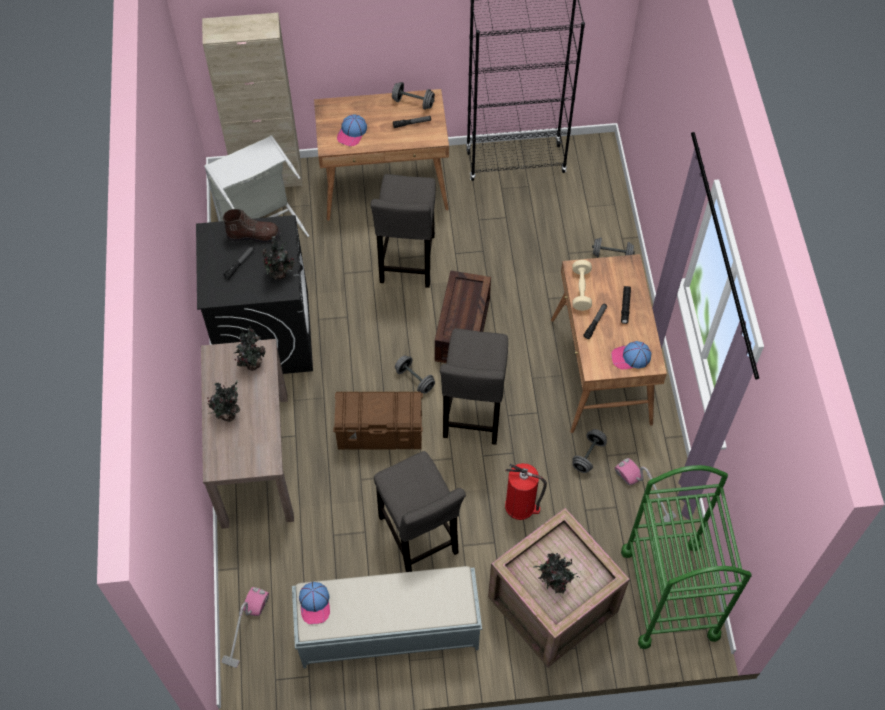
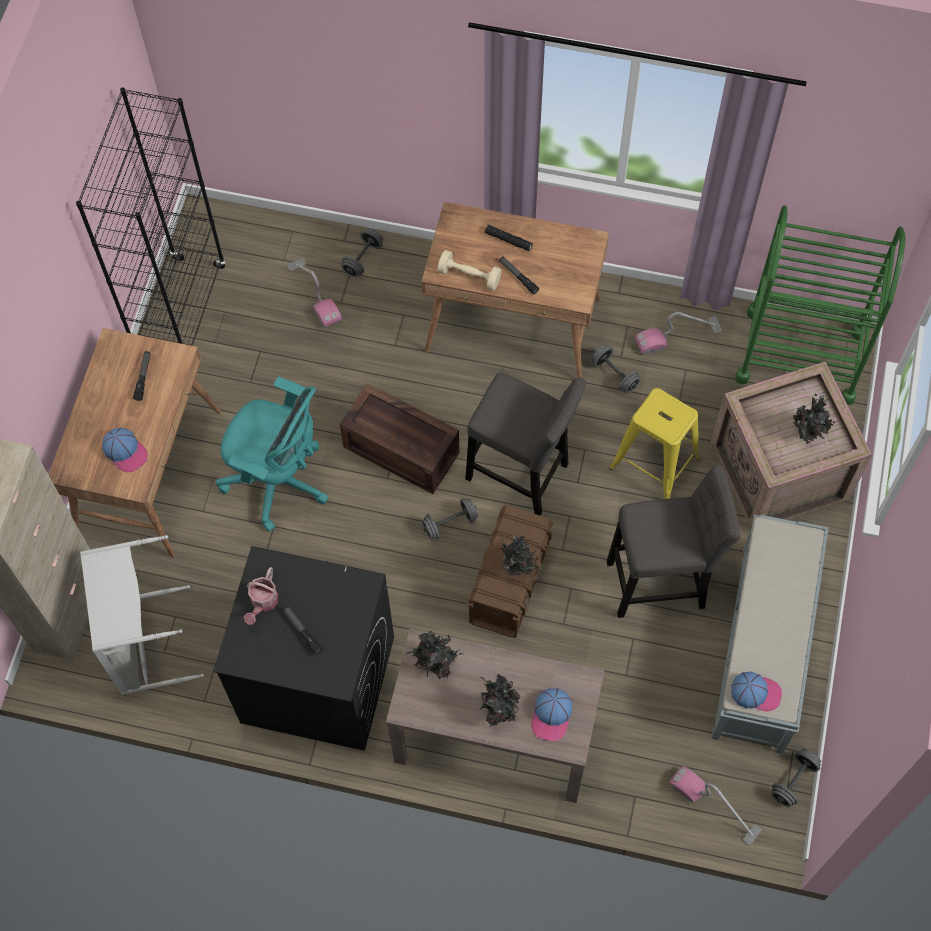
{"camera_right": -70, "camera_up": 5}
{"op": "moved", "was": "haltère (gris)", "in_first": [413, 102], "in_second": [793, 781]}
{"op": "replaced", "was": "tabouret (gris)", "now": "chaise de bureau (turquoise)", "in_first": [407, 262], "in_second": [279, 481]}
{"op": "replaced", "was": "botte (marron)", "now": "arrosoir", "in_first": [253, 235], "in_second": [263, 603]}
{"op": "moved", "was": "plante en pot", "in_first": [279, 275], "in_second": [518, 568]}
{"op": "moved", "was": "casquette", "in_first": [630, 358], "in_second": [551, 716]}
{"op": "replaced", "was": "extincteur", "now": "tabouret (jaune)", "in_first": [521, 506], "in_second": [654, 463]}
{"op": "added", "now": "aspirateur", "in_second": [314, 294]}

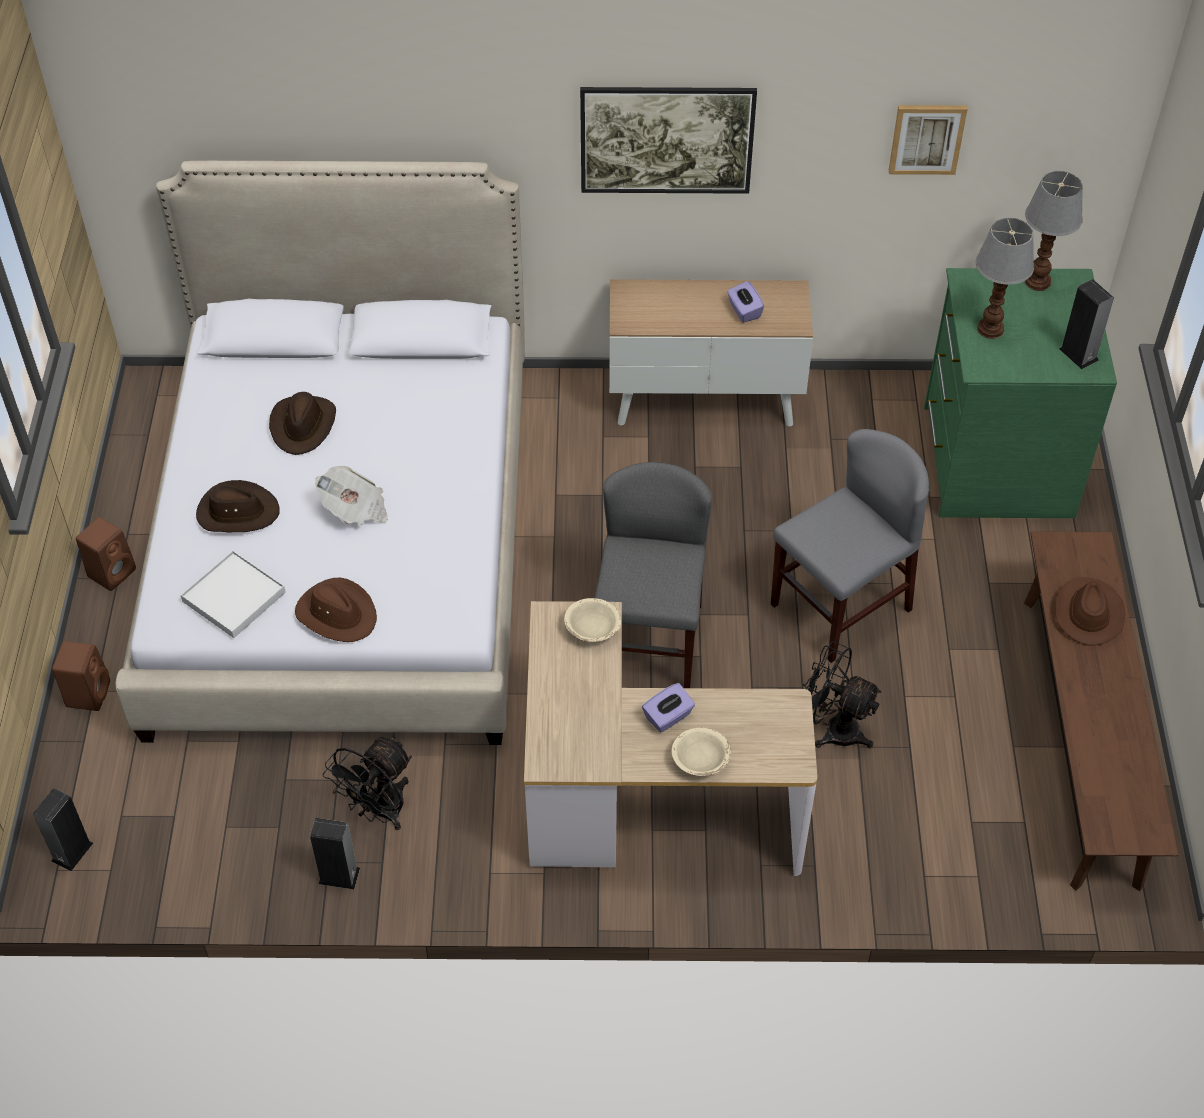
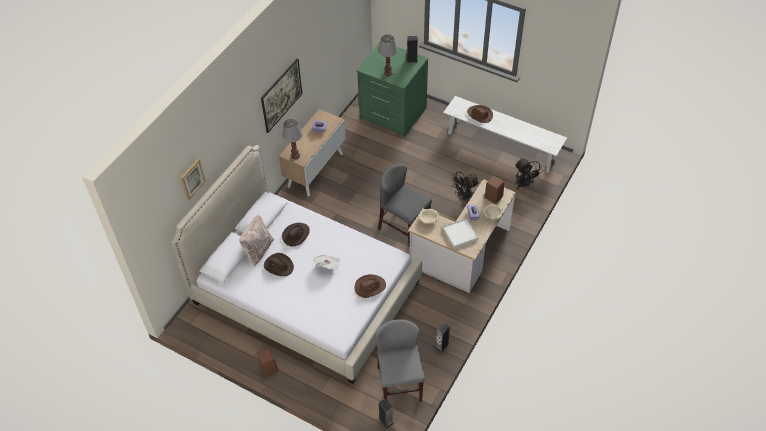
{"camera_right": -60, "camera_up": 0}
{"op": "moved", "was": "tableau", "in_first": [926, 138], "in_second": [192, 179]}
{"op": "moved", "was": "lampe de table", "in_first": [1038, 281], "in_second": [295, 155]}
{"op": "moved", "was": "chaise (gris)", "in_first": [840, 607], "in_second": [399, 384]}
{"op": "moved", "was": "chapeau (marron)", "in_first": [237, 512], "in_second": [296, 235]}
{"op": "recoloured", "was": "banc (marron)", "now": "banc (blanc)", "in_first": [1080, 737], "in_second": [501, 146]}
{"op": "moved", "was": "plateau (blanc)", "in_first": [234, 597], "in_second": [460, 234]}
{"op": "moved", "was": "enceinte (marron)", "in_first": [88, 692], "in_second": [492, 197]}
{"op": "moved", "was": "ventilateur (noir)", "in_first": [379, 811], "in_second": [524, 185]}
{"op": "added", "now": "coussin (beige)", "in_second": [258, 250]}

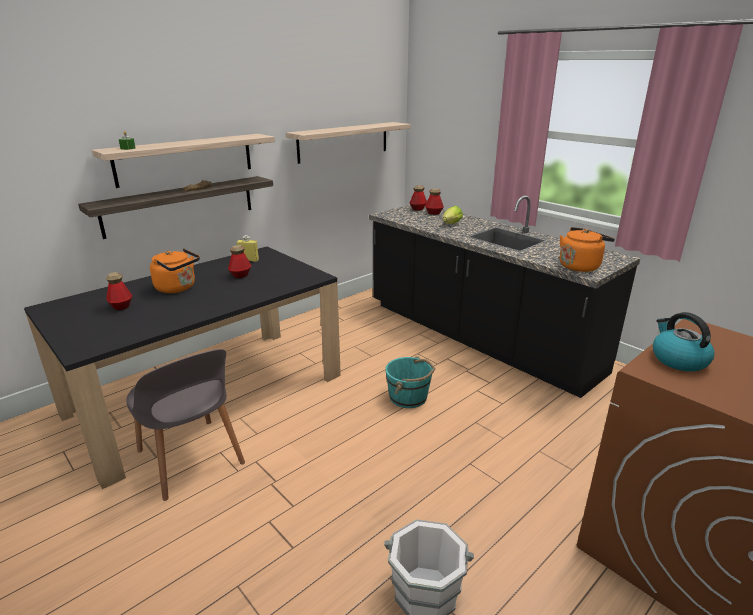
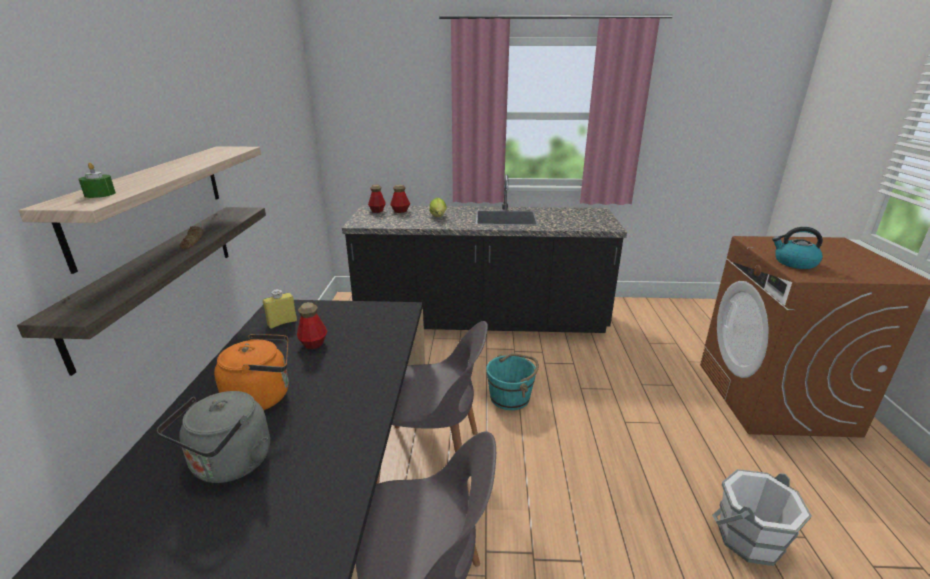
{"camera_right": -45, "camera_up": 0}
{"op": "removed", "was": "étagère", "in_first": [344, 142]}
{"op": "removed", "was": "bouilloire (orange)", "in_first": [580, 266]}
{"op": "replaced", "was": "bouteille", "now": "bouilloire (gris)", "in_first": [121, 306], "in_second": [229, 465]}
{"op": "added", "now": "chaise (gris)", "in_second": [432, 457]}

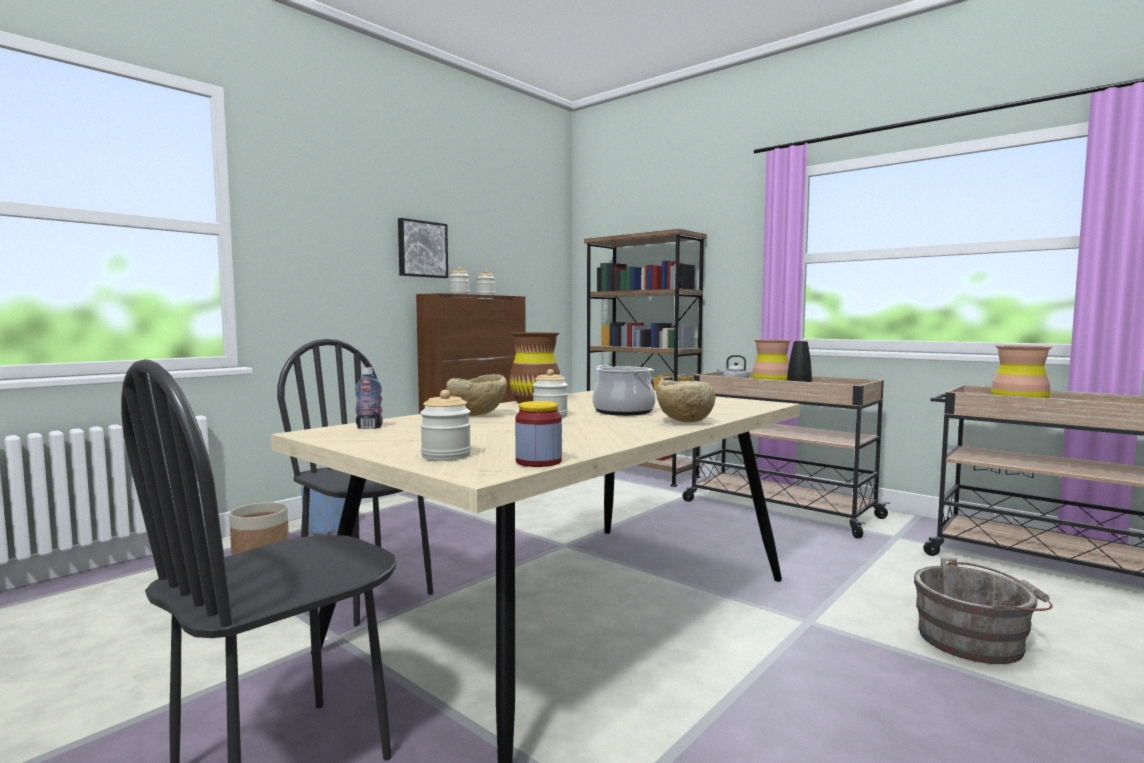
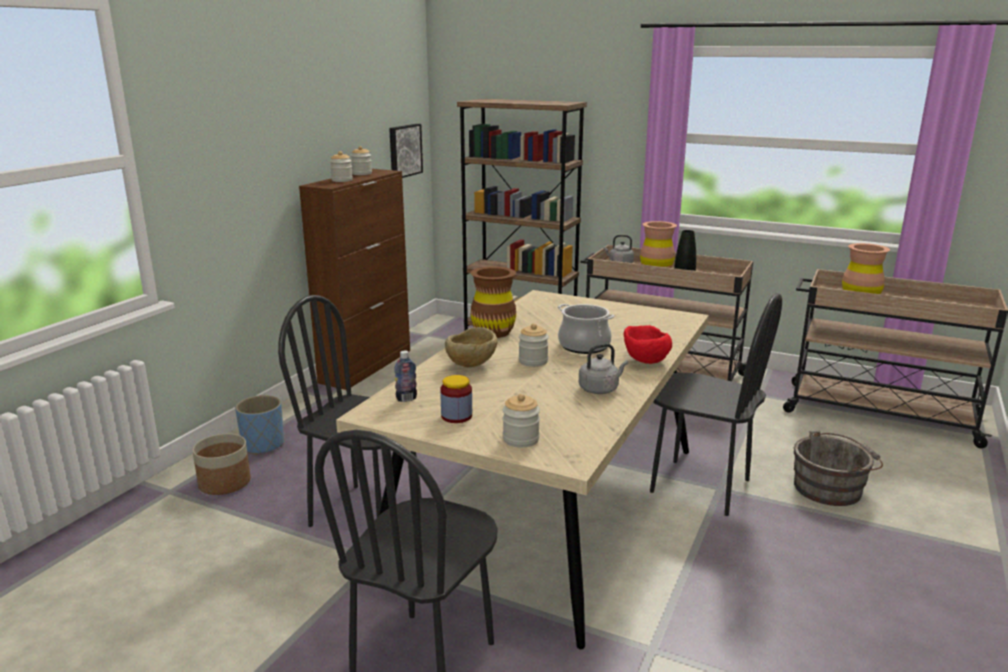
{"camera_right": -15, "camera_up": 15}
{"op": "moved", "was": "tableau", "in_first": [421, 249], "in_second": [404, 150]}
{"op": "recoloured", "was": "bol (beige)", "now": "bol (rouge)", "in_first": [683, 422], "in_second": [645, 362]}
{"op": "moved", "was": "bocal", "in_first": [538, 461], "in_second": [456, 416]}
{"op": "added", "now": "chaise (noir)", "in_second": [699, 486]}
{"op": "added", "now": "bouilloire (gris)", "in_second": [600, 389]}

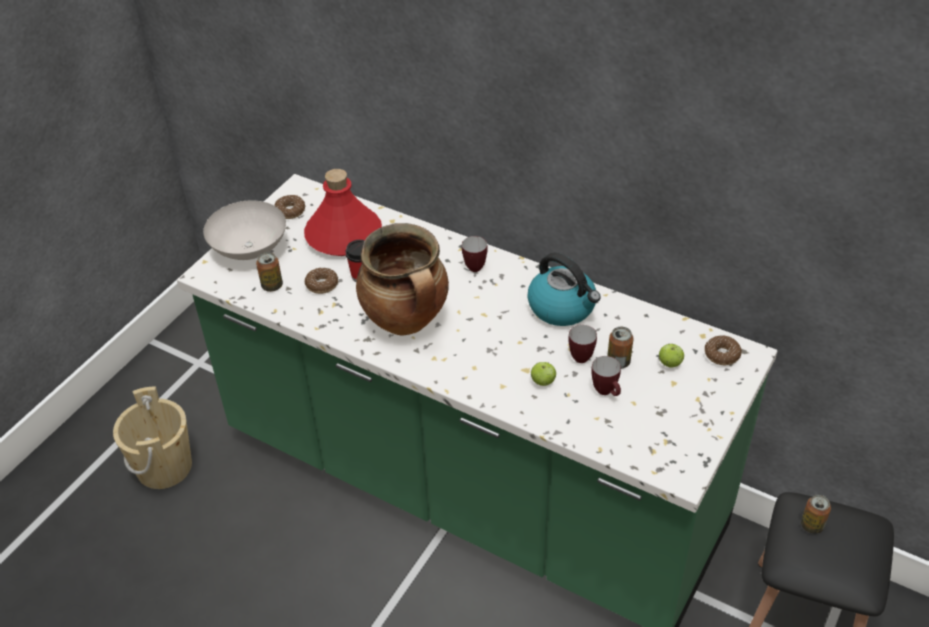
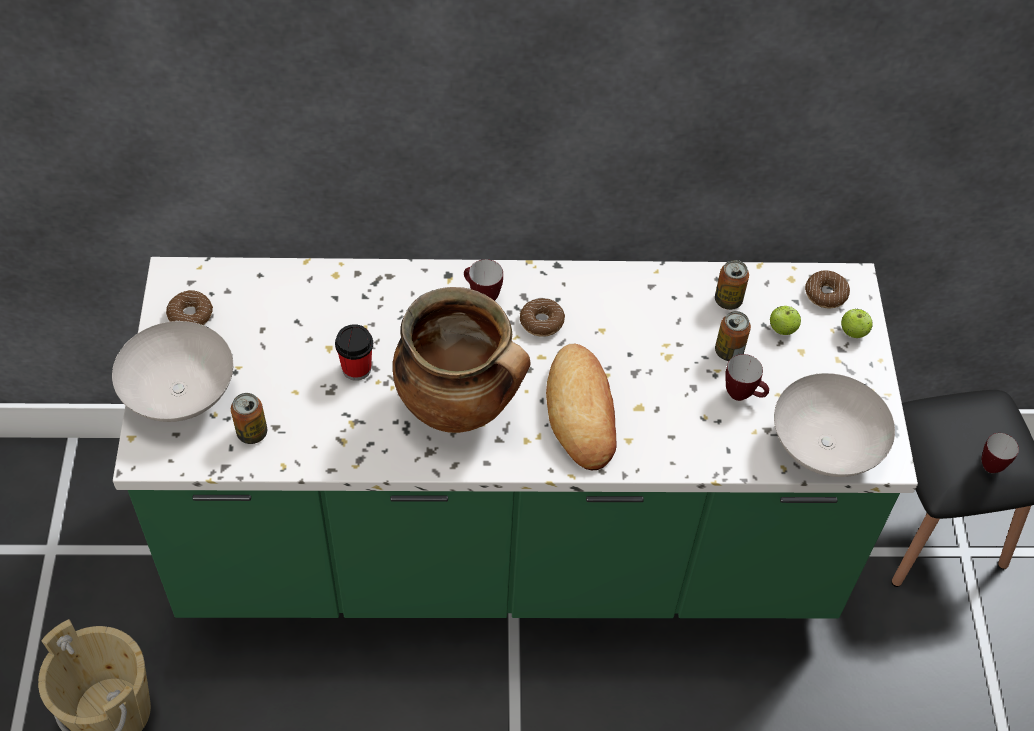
{"camera_right": -35, "camera_up": 10}
{"op": "removed", "was": "bouteille (rouge)", "in_first": [344, 235]}
{"op": "removed", "was": "bouilloire", "in_first": [563, 307]}
{"op": "moved", "was": "beignet", "in_first": [322, 285], "in_second": [542, 322]}
{"op": "moved", "was": "mug", "in_first": [582, 355], "in_second": [990, 462]}
{"op": "moved", "was": "pomme", "in_first": [543, 382], "in_second": [853, 332]}
{"op": "moved", "was": "boîte métallique", "in_first": [812, 525], "in_second": [728, 300]}
{"op": "added", "now": "pain", "in_second": [582, 412]}
{"op": "added", "now": "bol (blanc)", "in_second": [825, 448]}

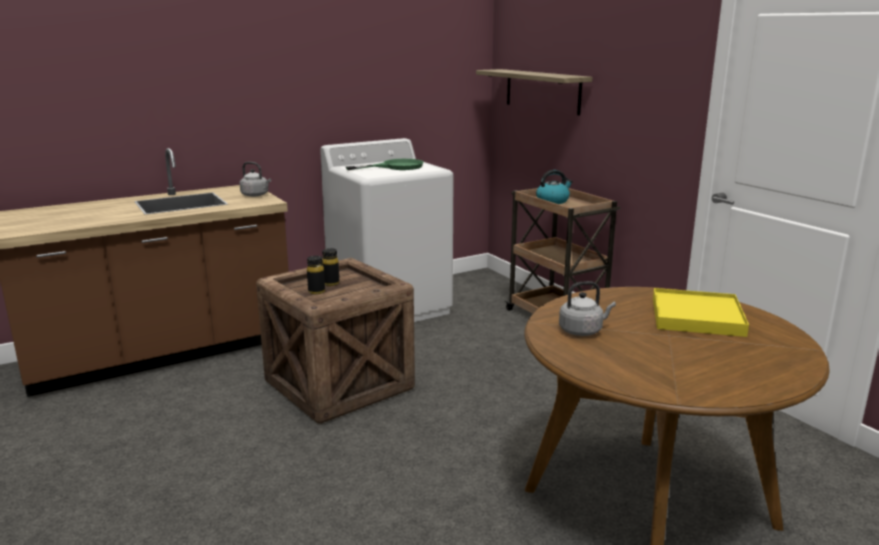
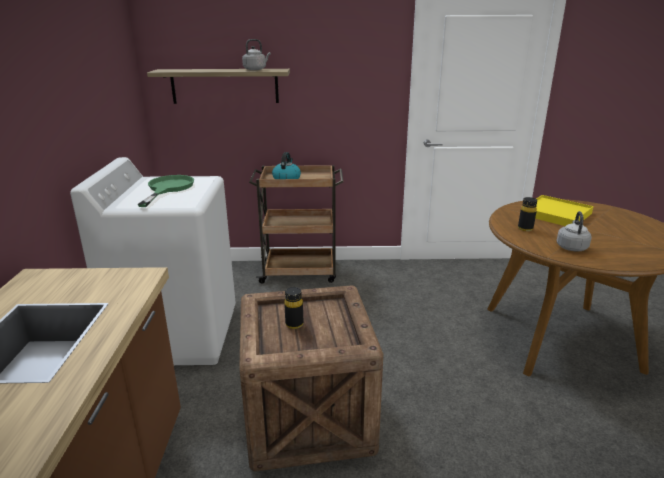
{"camera_right": -60, "camera_up": 5}
{"op": "moved", "was": "bouilloire (gris)", "in_first": [256, 195], "in_second": [256, 69]}
{"op": "moved", "was": "bouteille (noir)", "in_first": [316, 291], "in_second": [525, 228]}

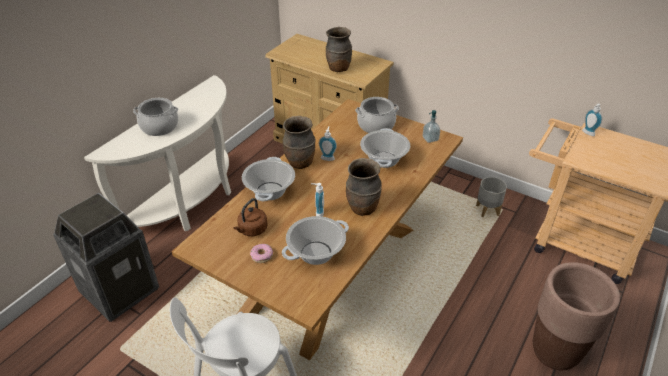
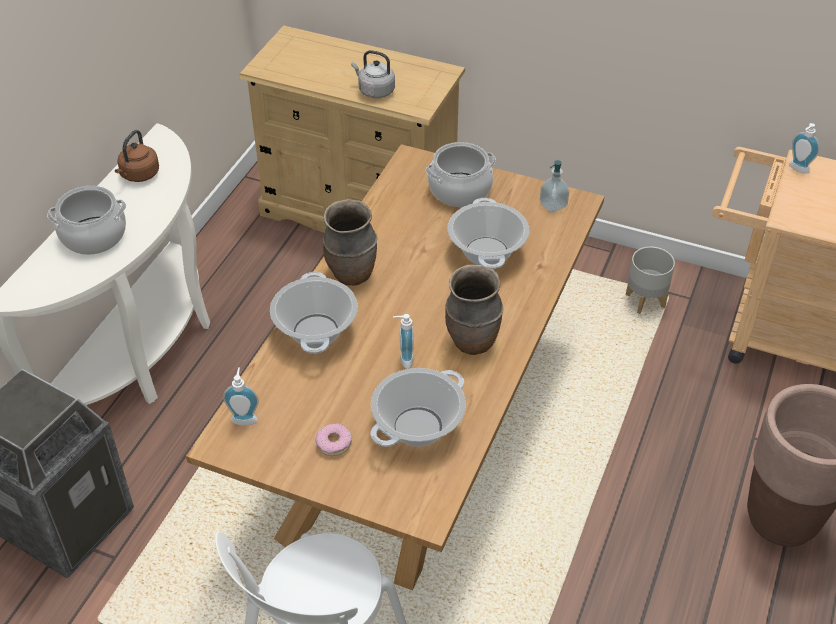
{"camera_right": -10, "camera_up": 5}
{"op": "replaced", "was": "vase (marron)", "now": "bouilloire (gris)", "in_first": [338, 68], "in_second": [374, 91]}
{"op": "moved", "was": "distributeur de savon", "in_first": [328, 157], "in_second": [244, 418]}
{"op": "moved", "was": "bouilloire (marron)", "in_first": [252, 230], "in_second": [139, 175]}

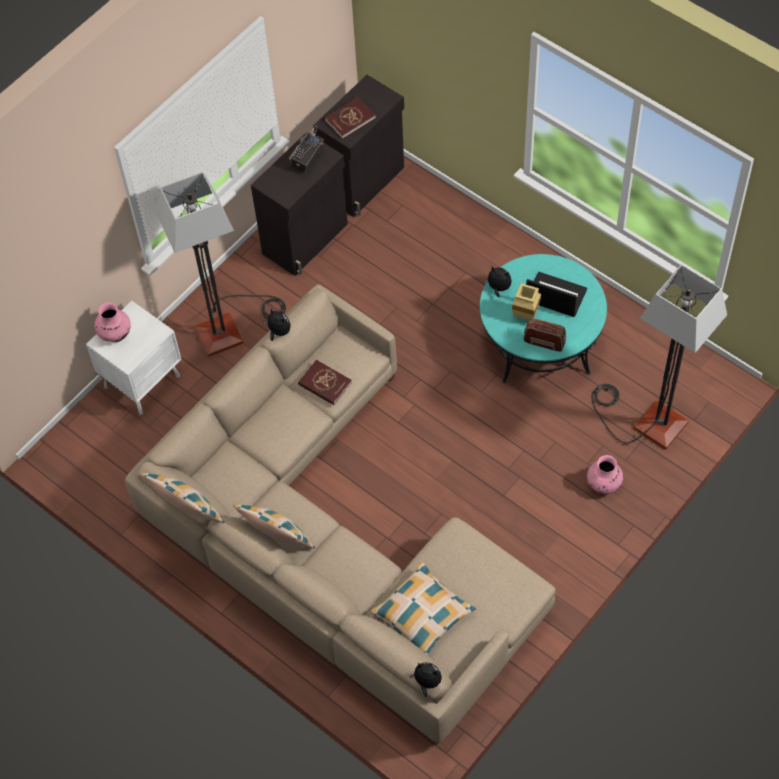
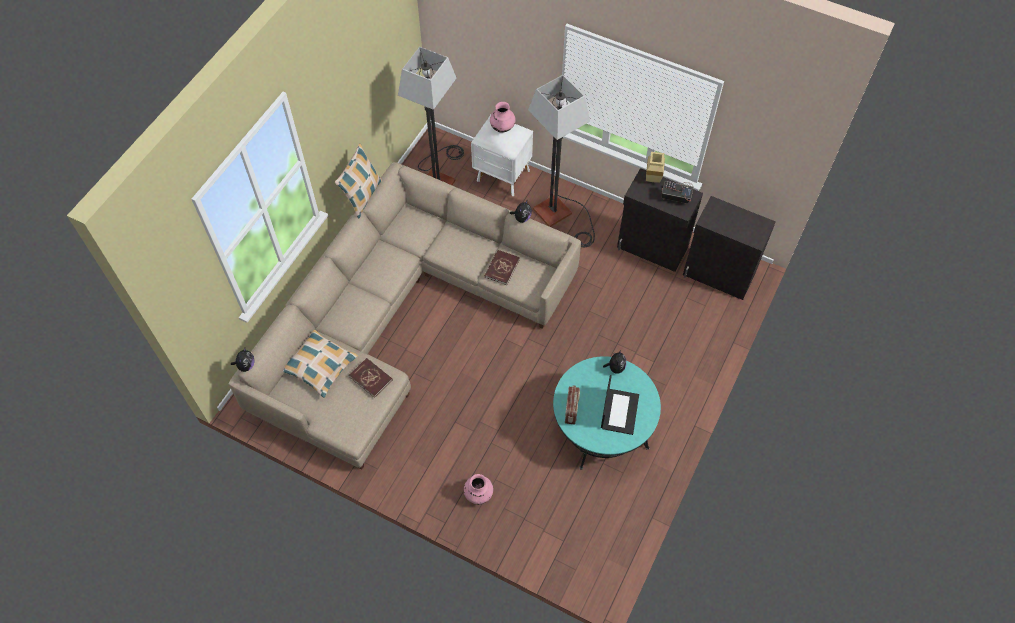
{"camera_right": 75, "camera_up": 0}
{"op": "moved", "was": "livre (rouge)", "in_first": [350, 119], "in_second": [371, 378]}
{"op": "moved", "was": "lampadaire", "in_first": [646, 421], "in_second": [439, 177]}
{"op": "moved", "was": "vase (beige)", "in_first": [527, 315], "in_second": [653, 180]}
{"op": "removed", "was": "coussin", "in_first": [278, 541]}

